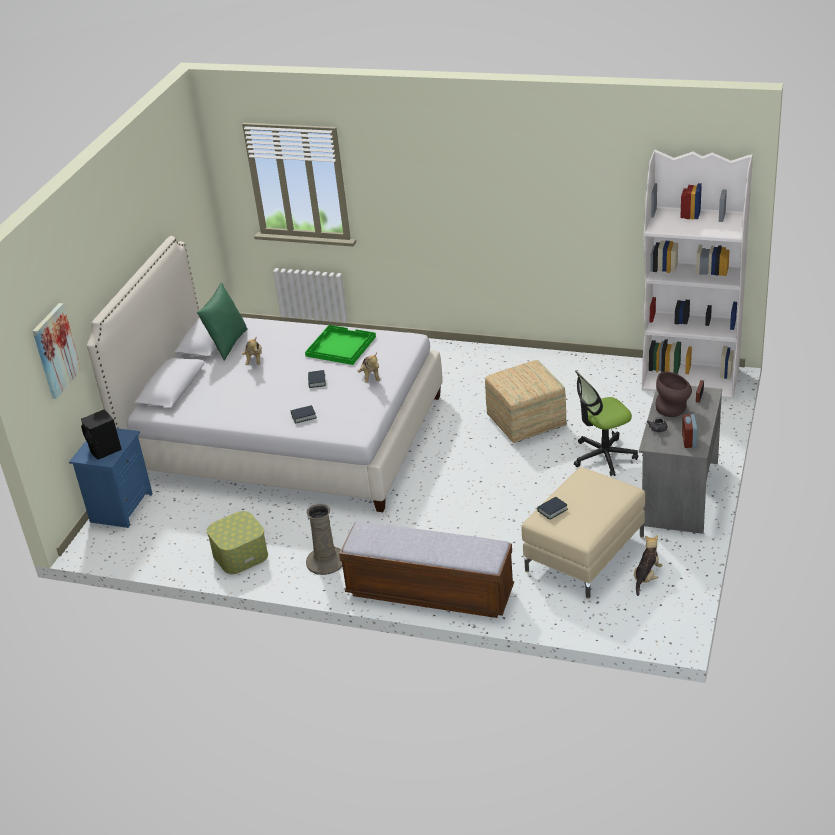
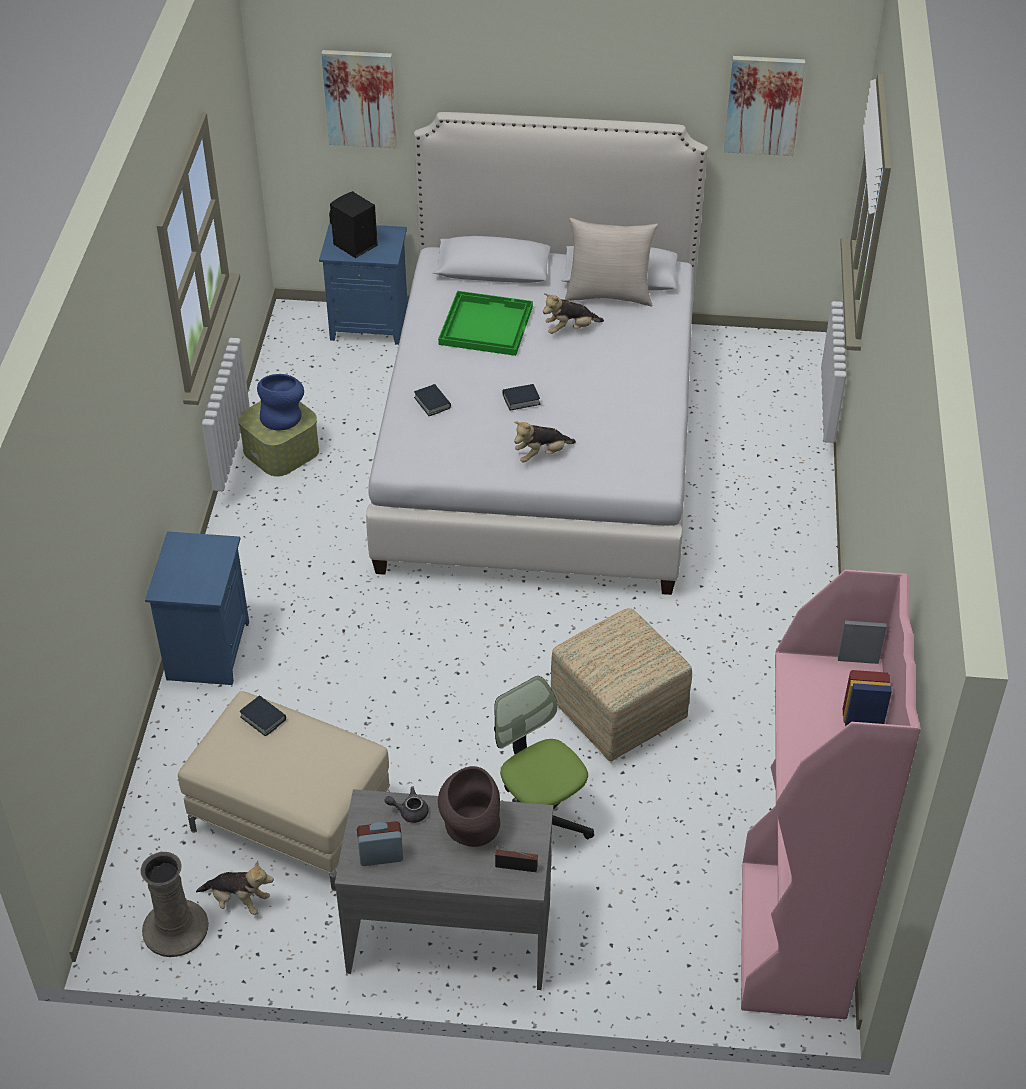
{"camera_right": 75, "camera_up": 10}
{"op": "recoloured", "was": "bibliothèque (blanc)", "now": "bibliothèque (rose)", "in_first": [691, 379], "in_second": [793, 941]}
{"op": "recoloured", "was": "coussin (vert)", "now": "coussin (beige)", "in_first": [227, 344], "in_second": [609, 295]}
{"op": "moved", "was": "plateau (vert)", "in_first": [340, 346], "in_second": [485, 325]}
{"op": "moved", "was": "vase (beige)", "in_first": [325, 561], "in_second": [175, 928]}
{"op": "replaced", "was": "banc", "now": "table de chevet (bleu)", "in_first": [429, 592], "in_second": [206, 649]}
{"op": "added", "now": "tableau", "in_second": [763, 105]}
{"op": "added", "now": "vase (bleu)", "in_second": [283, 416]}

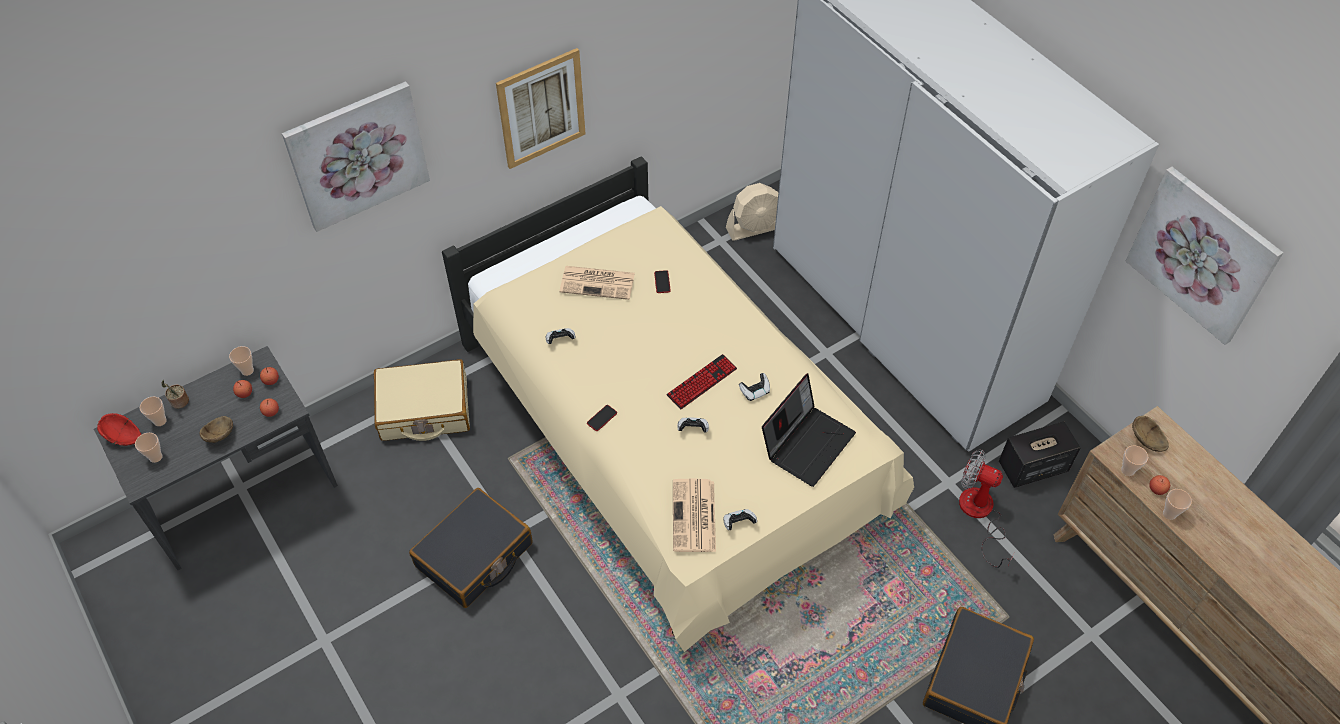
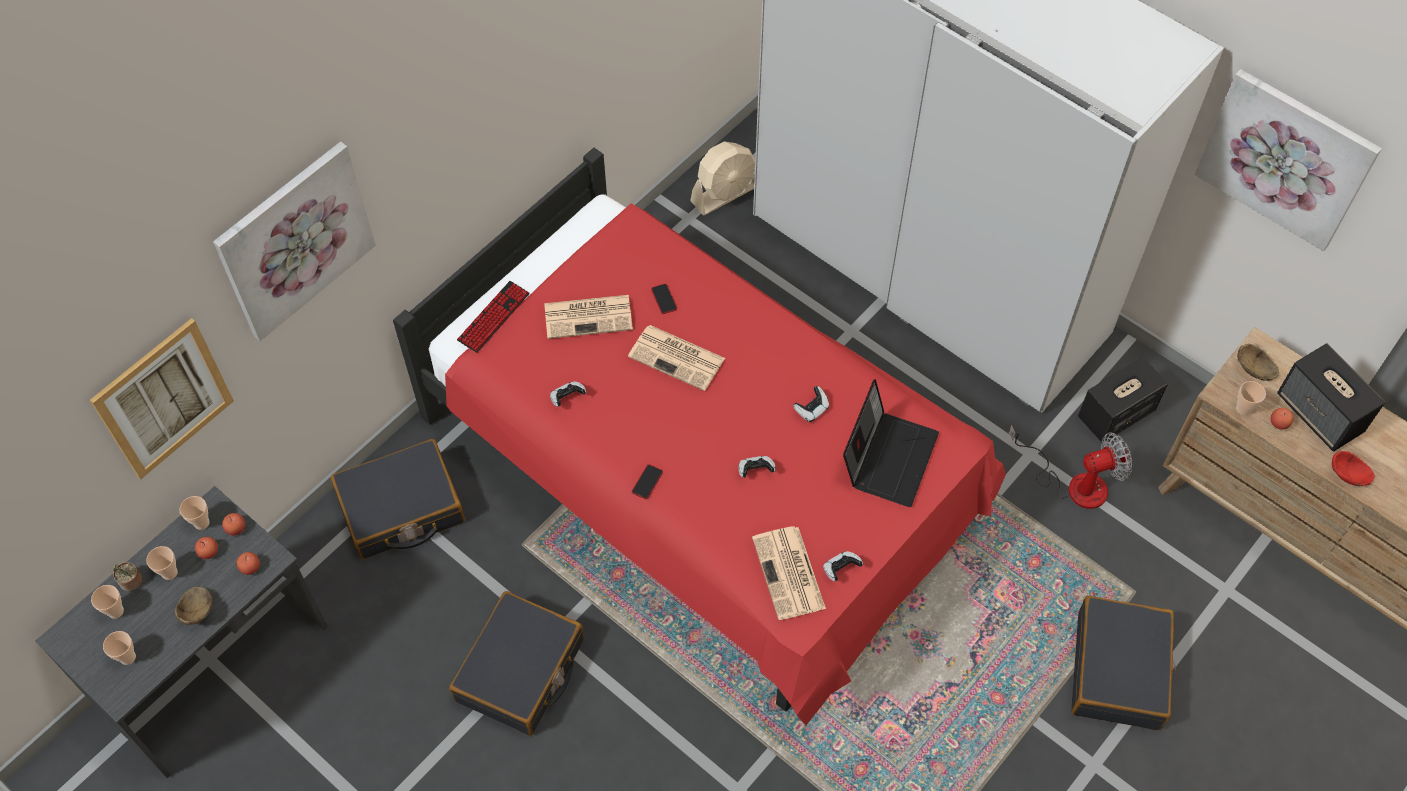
{"camera_right": -15, "camera_up": 5}
{"op": "moved", "was": "tableau", "in_first": [541, 108], "in_second": [163, 399]}
{"op": "recoloured", "was": "lit (beige)", "now": "lit (rouge)", "in_first": [669, 438], "in_second": [702, 476]}
{"op": "moved", "was": "clavier", "in_first": [702, 382], "in_second": [493, 317]}
{"op": "recoloured", "was": "valise (beige)", "now": "valise (noir)", "in_first": [424, 409], "in_second": [401, 508]}
{"op": "moved", "was": "bol (rouge)", "in_first": [123, 437], "in_second": [1349, 476]}
{"op": "turned", "was": "ventilateur", "in_first": [980, 515], "in_second": [1074, 483], "clockwise": 150}
{"op": "moved", "was": "tasse", "in_first": [1169, 514], "in_second": [169, 573]}
{"op": "added", "now": "journal", "in_second": [678, 358]}
{"op": "added", "now": "enceinte", "in_second": [1320, 414]}

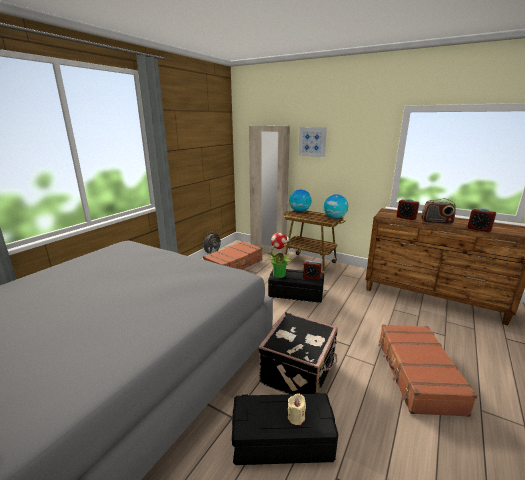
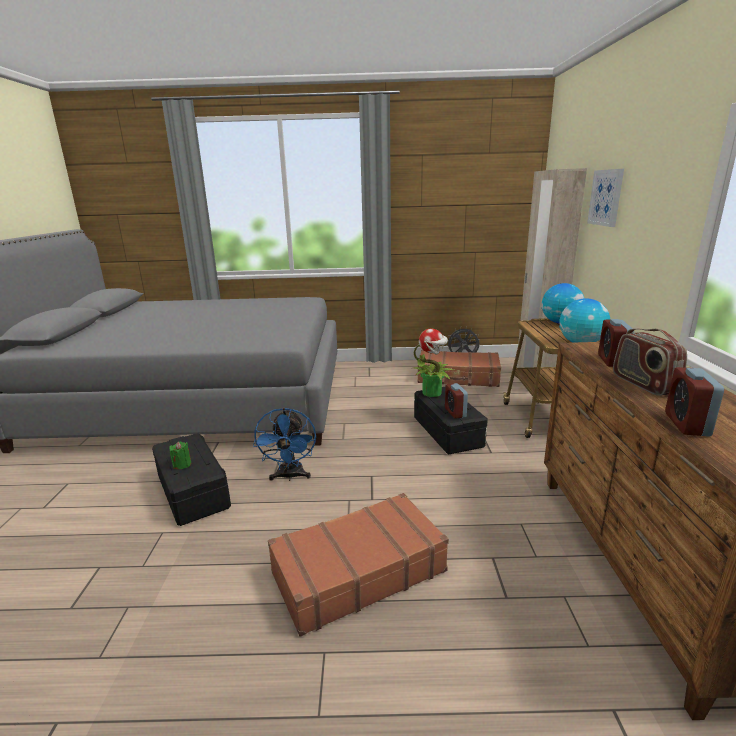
{"camera_right": 60, "camera_up": 0}
{"op": "replaced", "was": "valise (noir)", "now": "ventilateur (bleu)", "in_first": [299, 372], "in_second": [290, 476]}
{"op": "recoloured", "was": "bougie (beige)", "now": "bougie (vert)", "in_first": [296, 417], "in_second": [182, 464]}

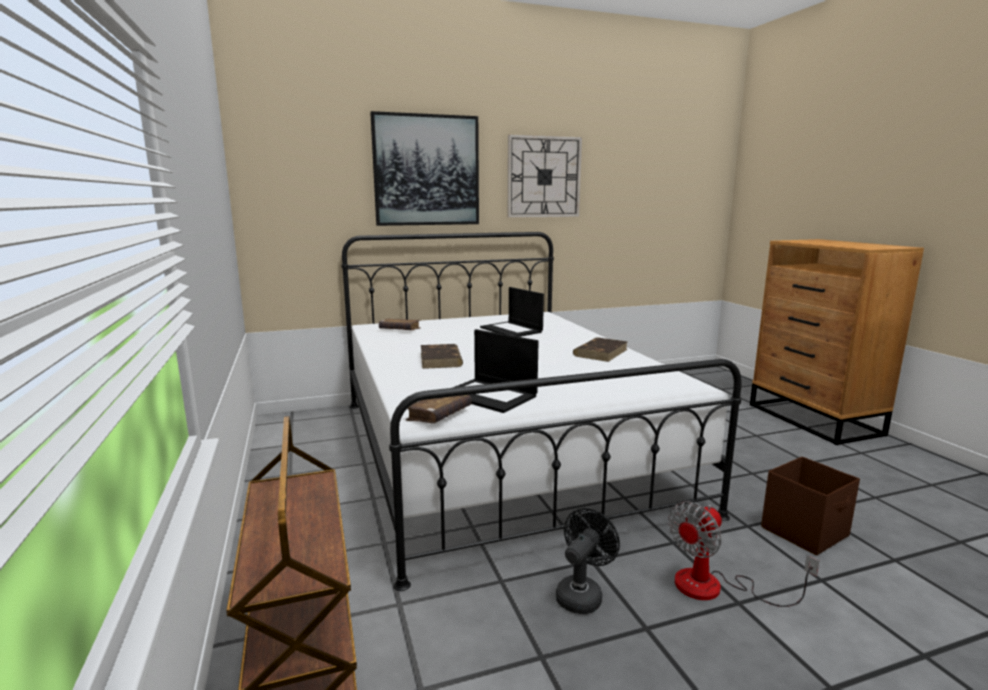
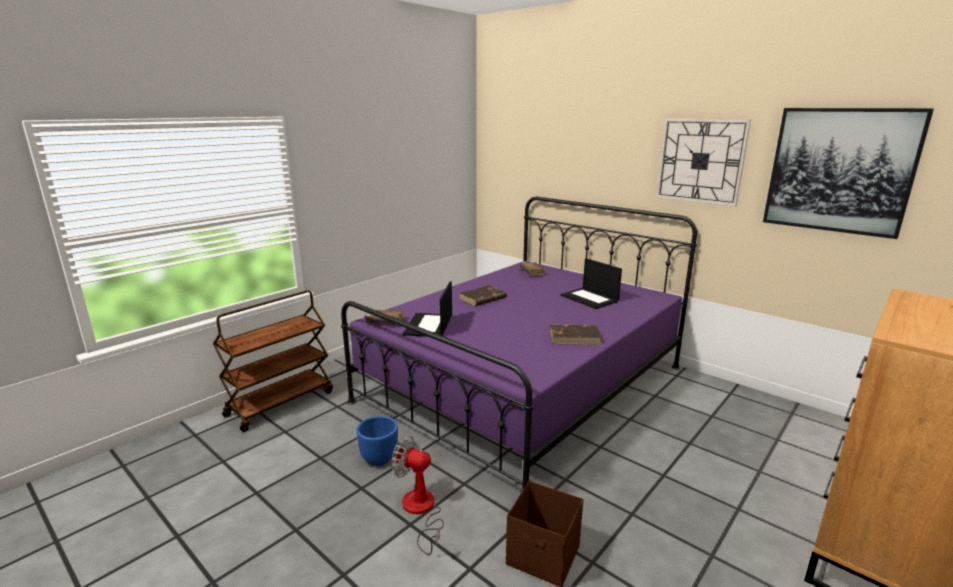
{"camera_right": 60, "camera_up": 5}
{"op": "moved", "was": "tableau", "in_first": [426, 170], "in_second": [839, 171]}
{"op": "recoloured", "was": "lit (blanc)", "now": "lit (violet)", "in_first": [500, 450], "in_second": [523, 383]}
{"op": "turned", "was": "ordinateur portable", "in_first": [512, 330], "in_second": [590, 298], "clockwise": -60}
{"op": "replaced", "was": "ventilateur (noir)", "now": "cache-pot (bleu)", "in_first": [582, 594], "in_second": [379, 458]}

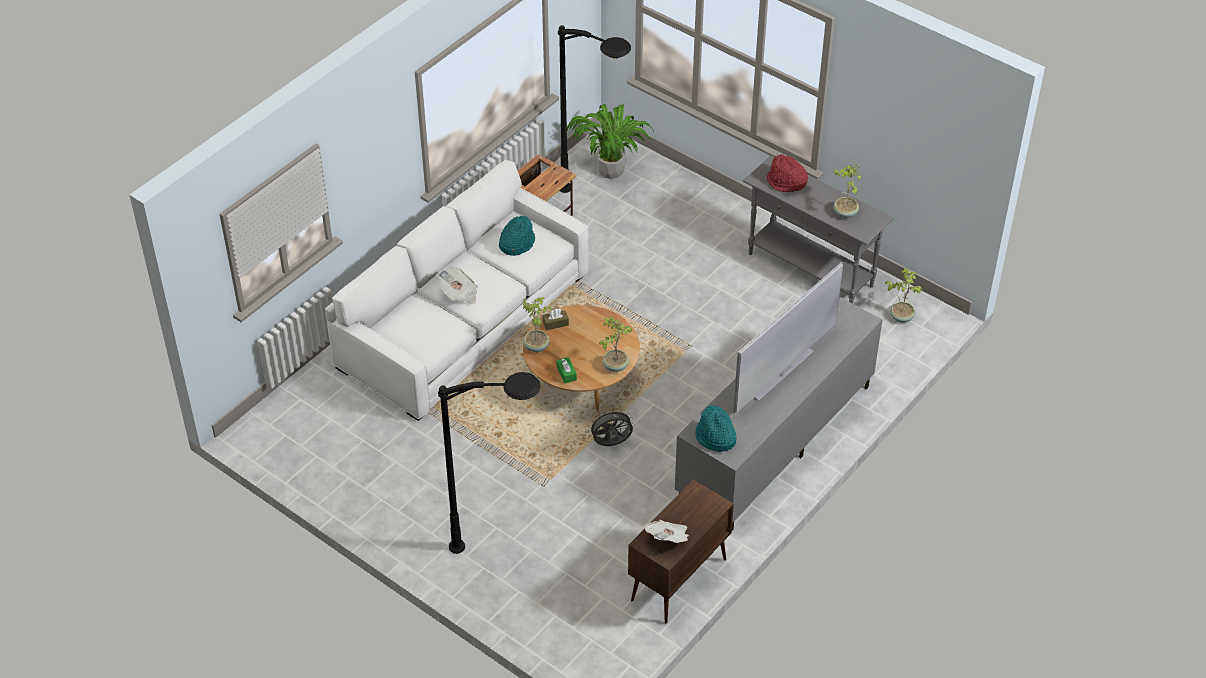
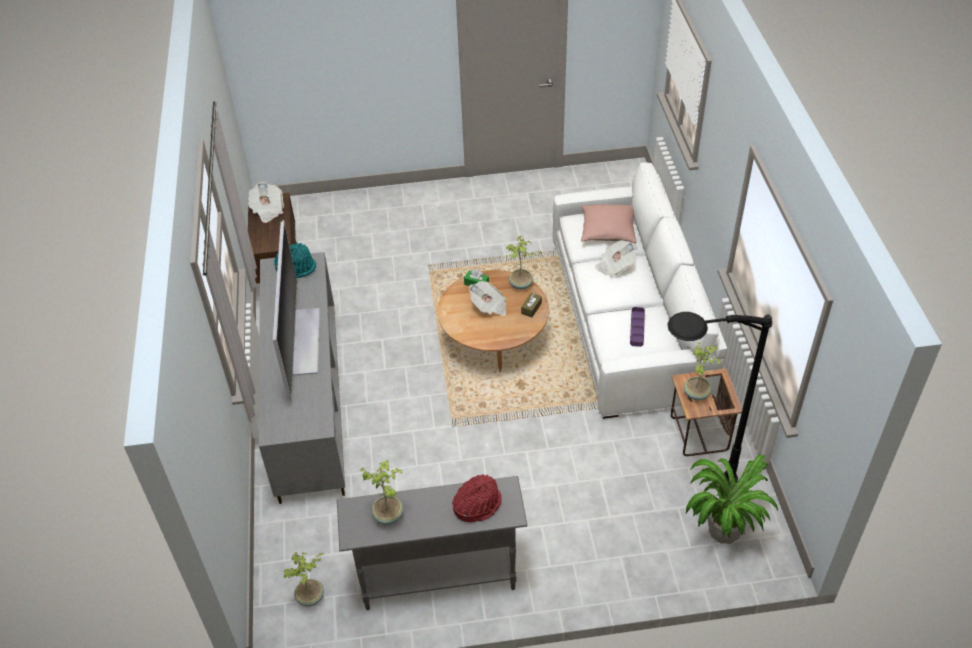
{"camera_right": 135, "camera_up": 0}
{"op": "replaced", "was": "chapeau (turquoise)", "now": "plateau (violet)", "in_first": [516, 243], "in_second": [637, 328]}
{"op": "moved", "was": "plante en pot", "in_first": [614, 366], "in_second": [697, 393]}
{"op": "removed", "was": "lampadaire (noir)", "in_first": [508, 548]}
{"op": "removed", "was": "ventilateur (gris)", "in_first": [611, 444]}
{"op": "added", "now": "coussin (rose)", "in_second": [608, 231]}
{"op": "added", "now": "journal", "in_second": [489, 306]}

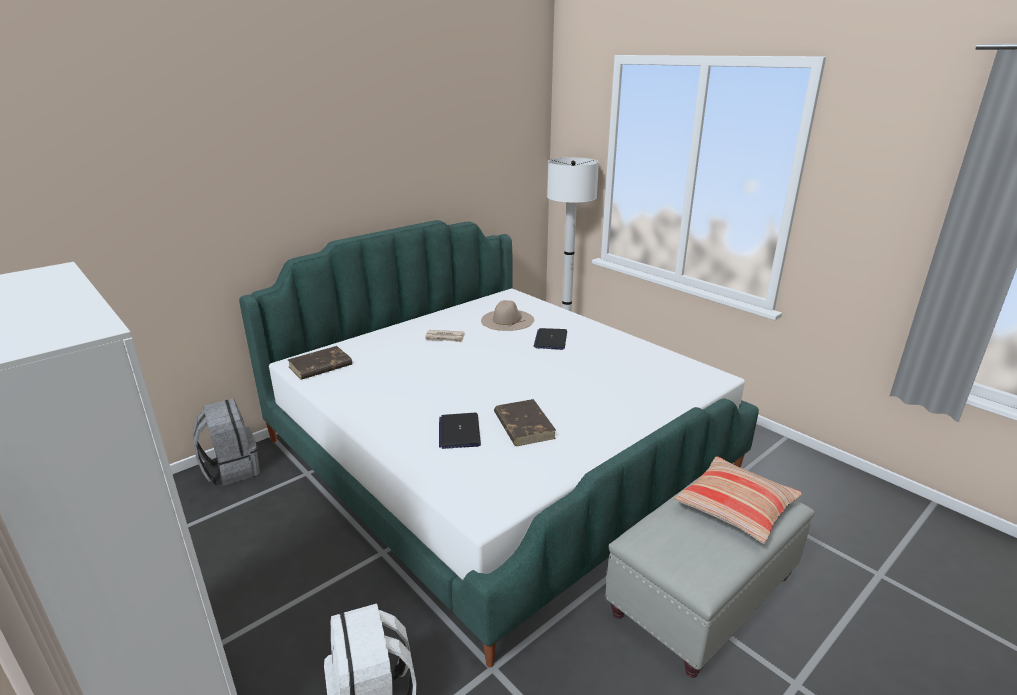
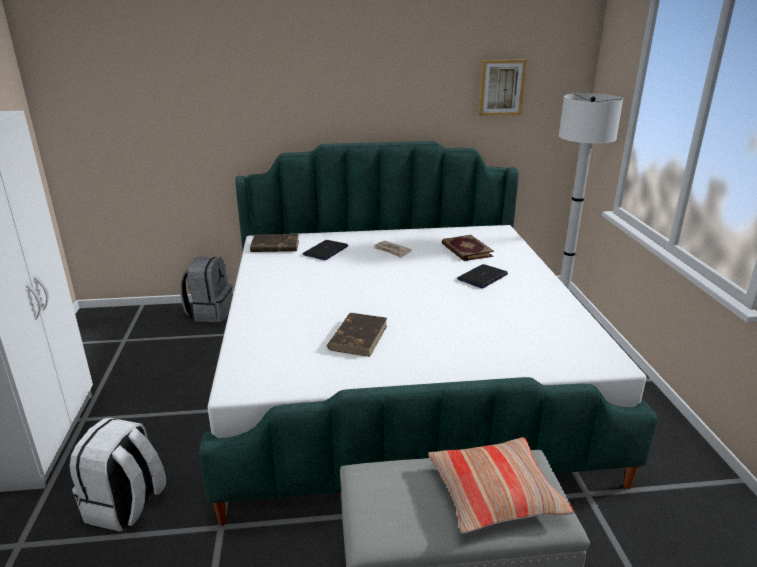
{"camera_right": 35, "camera_up": 0}
{"op": "replaced", "was": "chapeau (beige)", "now": "livre", "in_first": [507, 320], "in_second": [466, 250]}
{"op": "moved", "was": "ordinateur portable", "in_first": [459, 431], "in_second": [325, 251]}
{"op": "added", "now": "tableau", "in_second": [501, 87]}

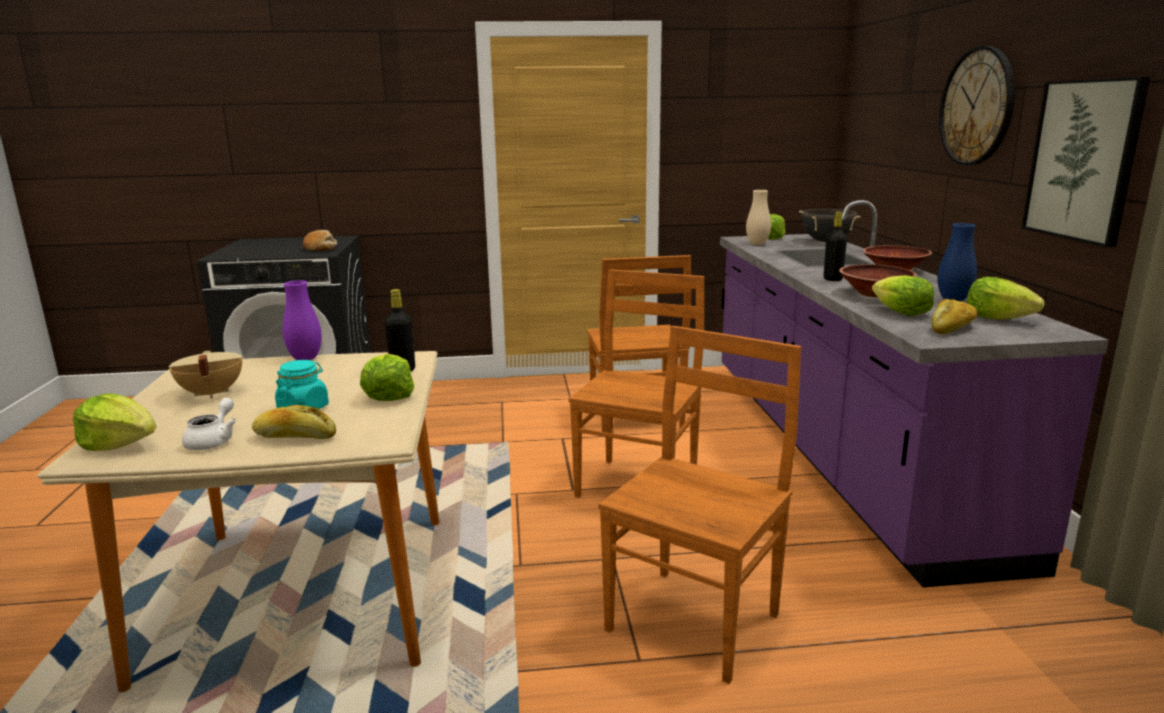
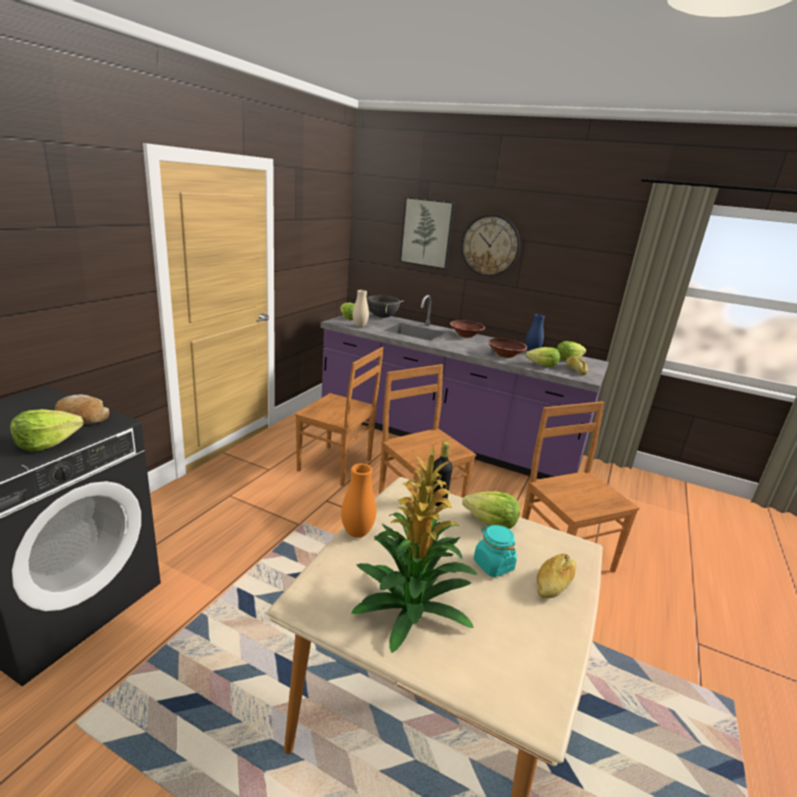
{"camera_right": -60, "camera_up": 5}
{"op": "moved", "was": "tableau", "in_first": [1084, 160], "in_second": [427, 233]}
{"op": "removed", "was": "bouteille (noir)", "in_first": [832, 279]}
{"op": "recoloured", "was": "vase (violet)", "now": "vase (orange)", "in_first": [305, 359], "in_second": [357, 533]}
{"op": "replaced", "was": "marmite (beige)", "now": "plante en pot", "in_first": [210, 394], "in_second": [409, 605]}
{"op": "moved", "was": "laitue", "in_first": [120, 444], "in_second": [47, 443]}
{"op": "removed", "was": "théière (blanc)", "in_first": [213, 441]}

